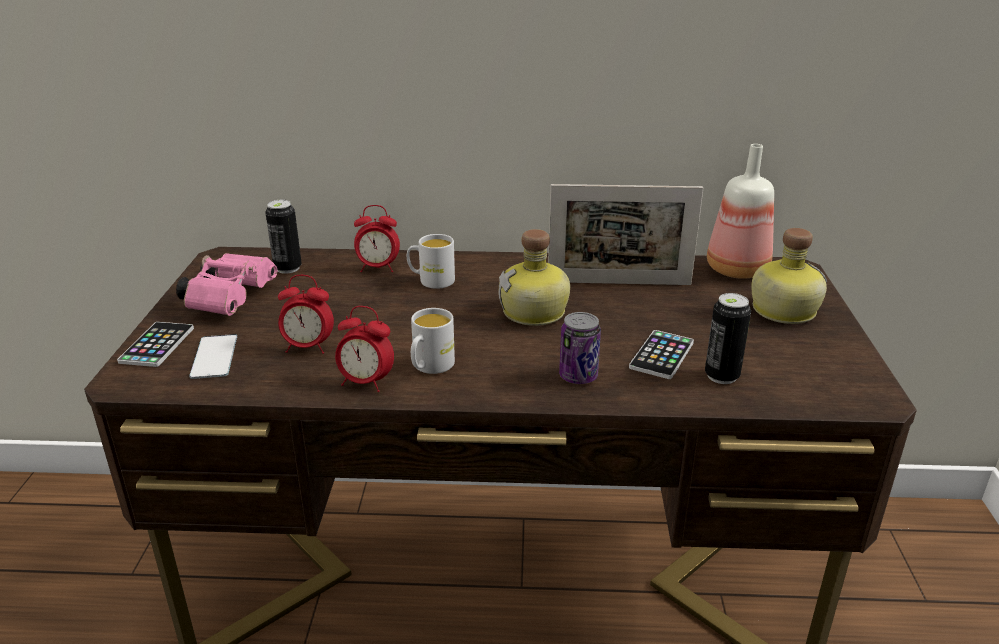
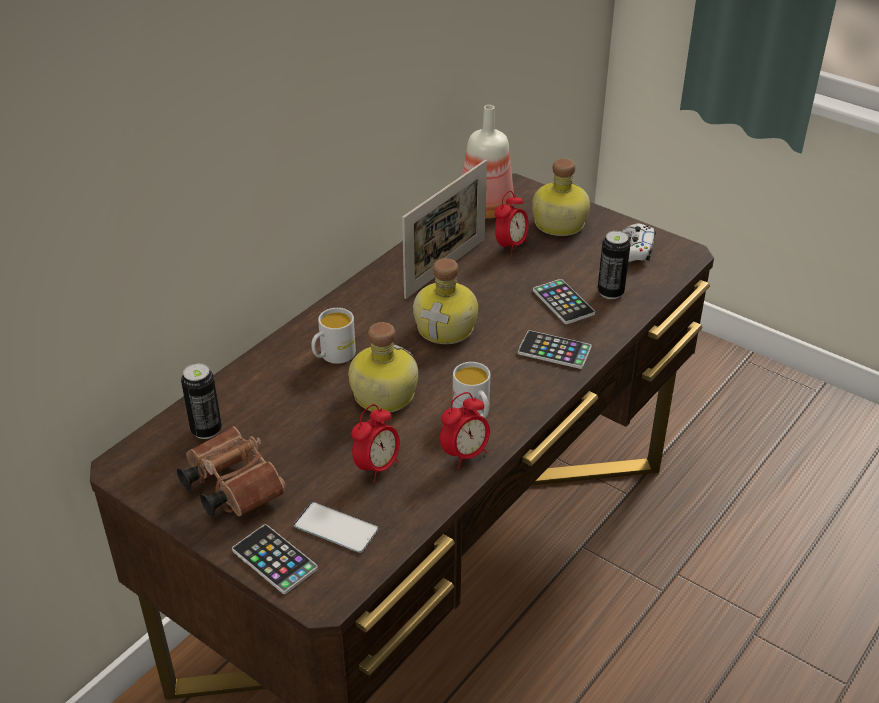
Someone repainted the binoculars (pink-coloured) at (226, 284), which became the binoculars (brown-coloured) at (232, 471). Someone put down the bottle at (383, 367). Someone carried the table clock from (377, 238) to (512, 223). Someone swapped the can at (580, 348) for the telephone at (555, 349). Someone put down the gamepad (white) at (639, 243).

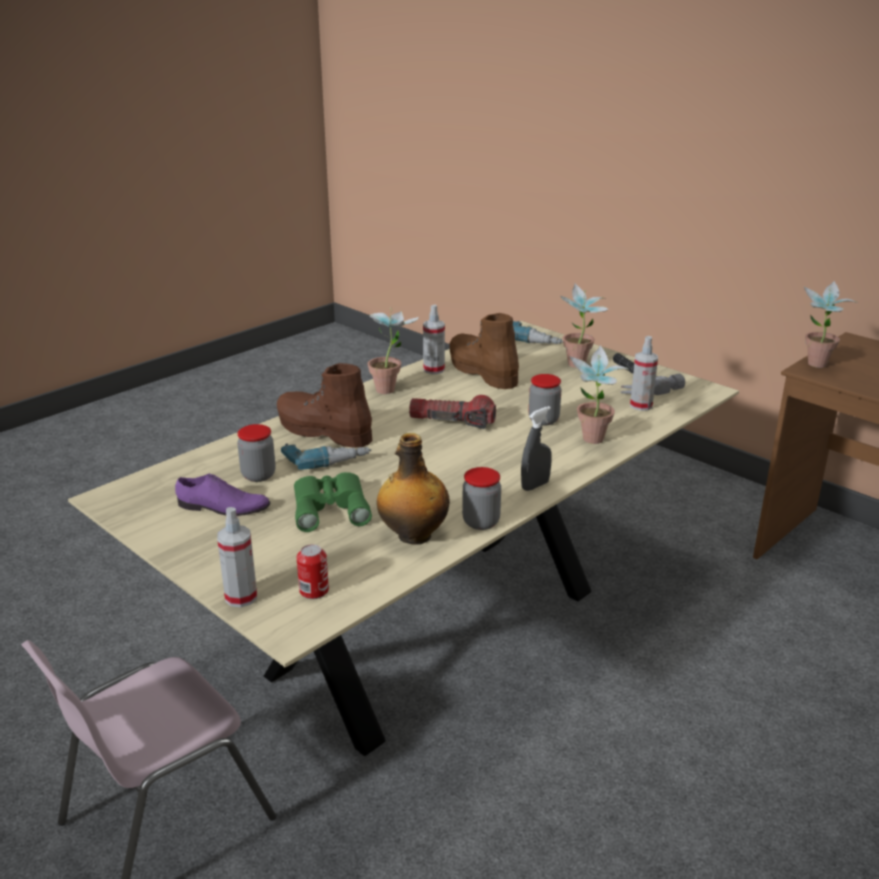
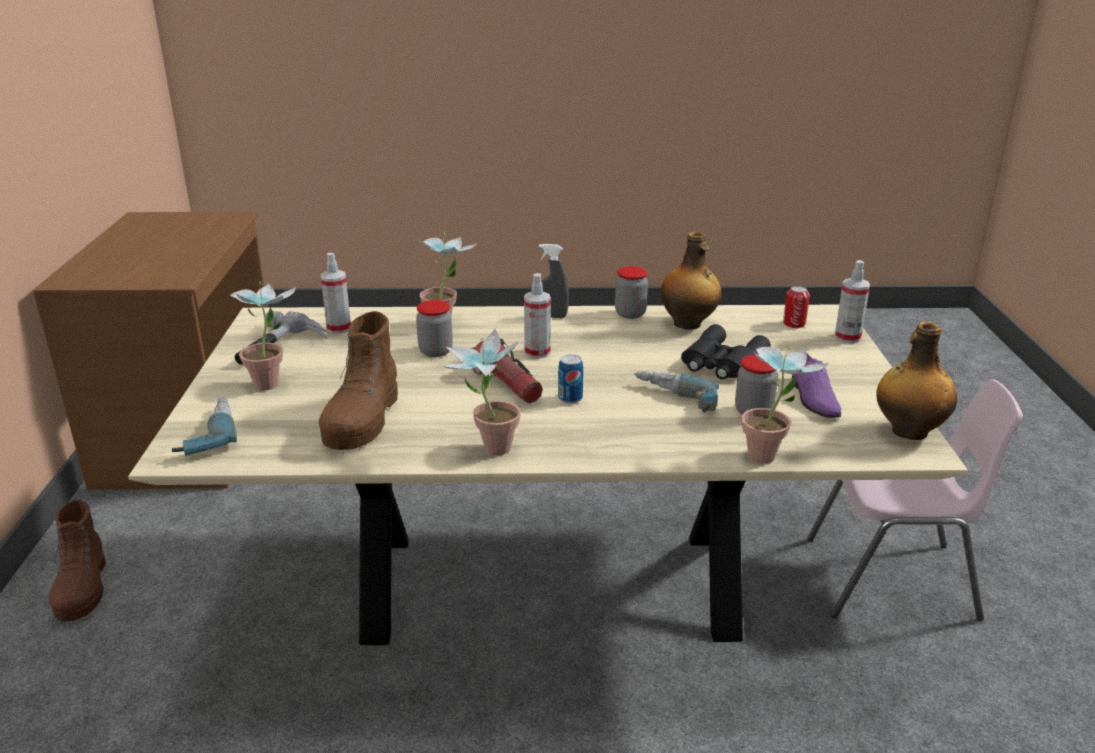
Someone carried the high-top boot (brown-coloured) from (324, 405) to (77, 560). Someone carried the hand sprayer from (434, 339) to (537, 316). Someone put down the can at (570, 379). Someone repainted the binoculars (green) at (333, 502), which became the binoculars (black-coloured) at (726, 352). Someone carried the houseplant from (830, 324) to (785, 404). Someone rotated the shoe (purple-coloured) at (223, 494) by 150 degrees counterclockwise. Someone put down the bottle at (916, 381).

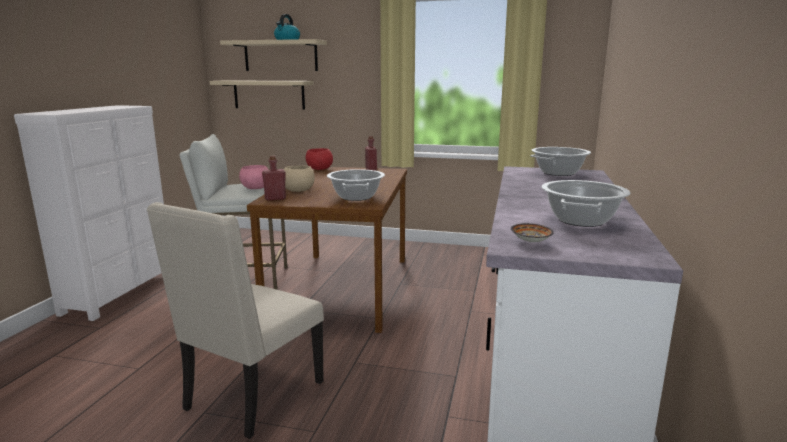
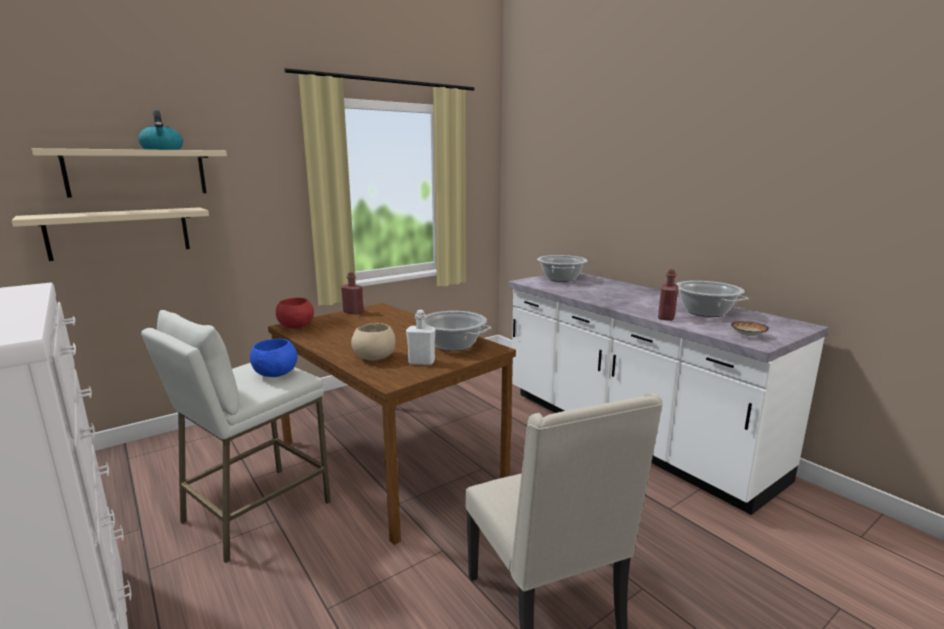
Someone repainted the serving bowl (pink-coloured) at (253, 177), which became the serving bowl (blue) at (273, 358). Someone put down the bottle (white) at (421, 337). Someone carried the bottle (red) from (274, 178) to (668, 295).

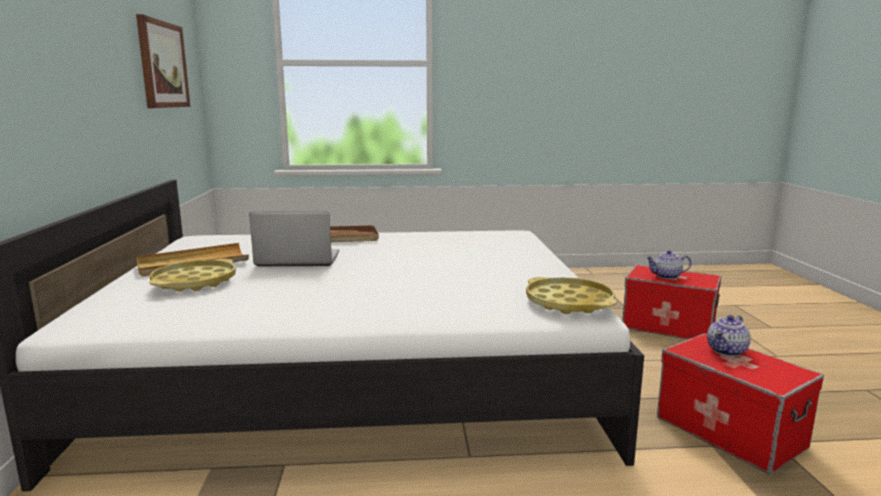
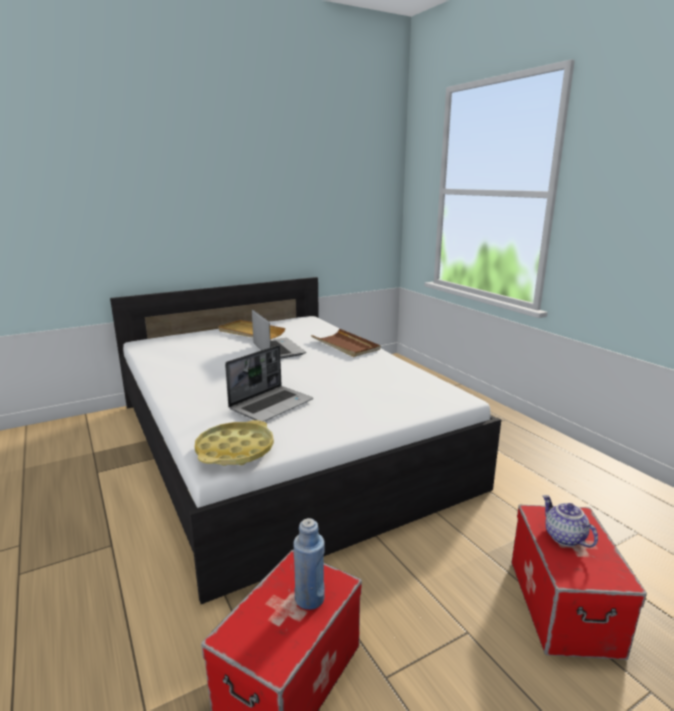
Someone put down the laptop at (269, 383). Someone swapped the tea pot at (729, 336) for the bottle (blue) at (309, 564). Someone took away the wall art at (163, 61). Someone took away the serving tray (yellow) at (192, 275).

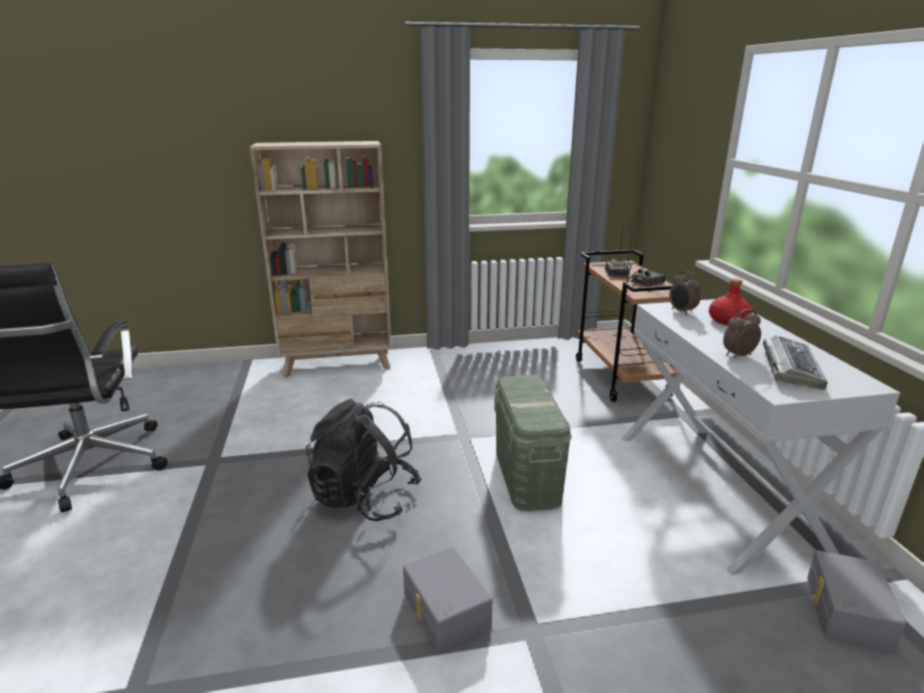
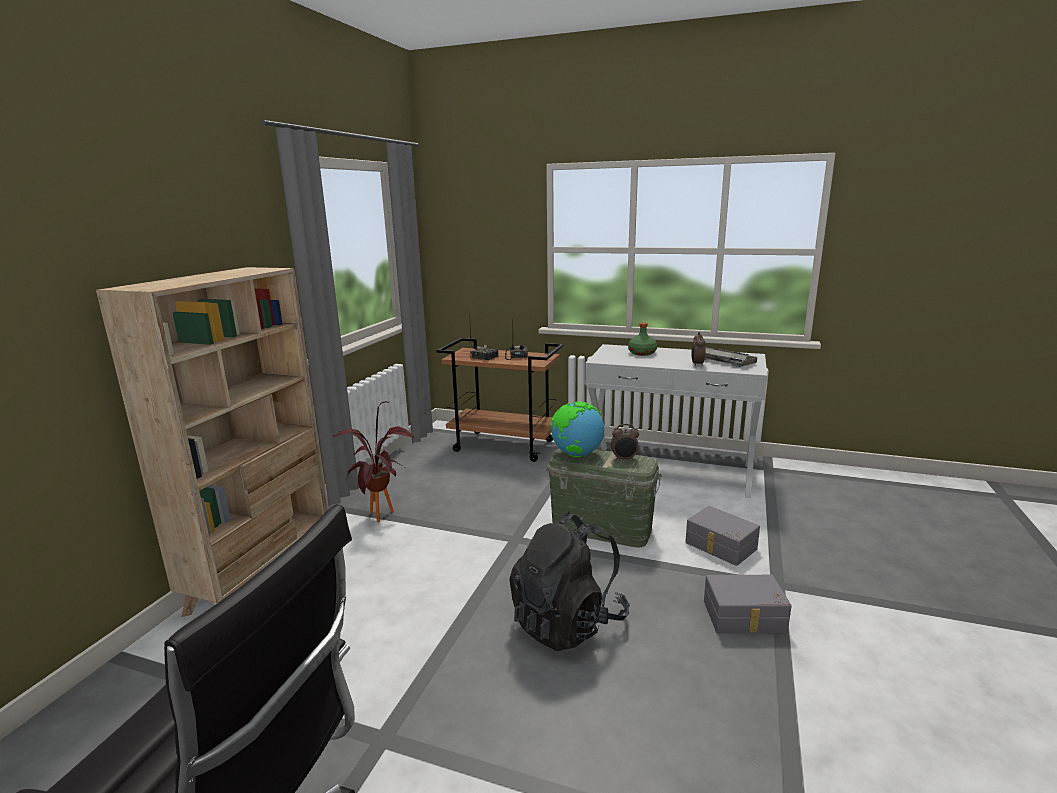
Someone put down the houseplant at (374, 461). Someone put down the desk globe at (577, 429). Someone carried the table clock from (685, 293) to (625, 442). Someone repainted the bottle (red) at (731, 301), which became the bottle (green) at (642, 339). Someone carried the storage container (gray) from (856, 601) to (722, 536).

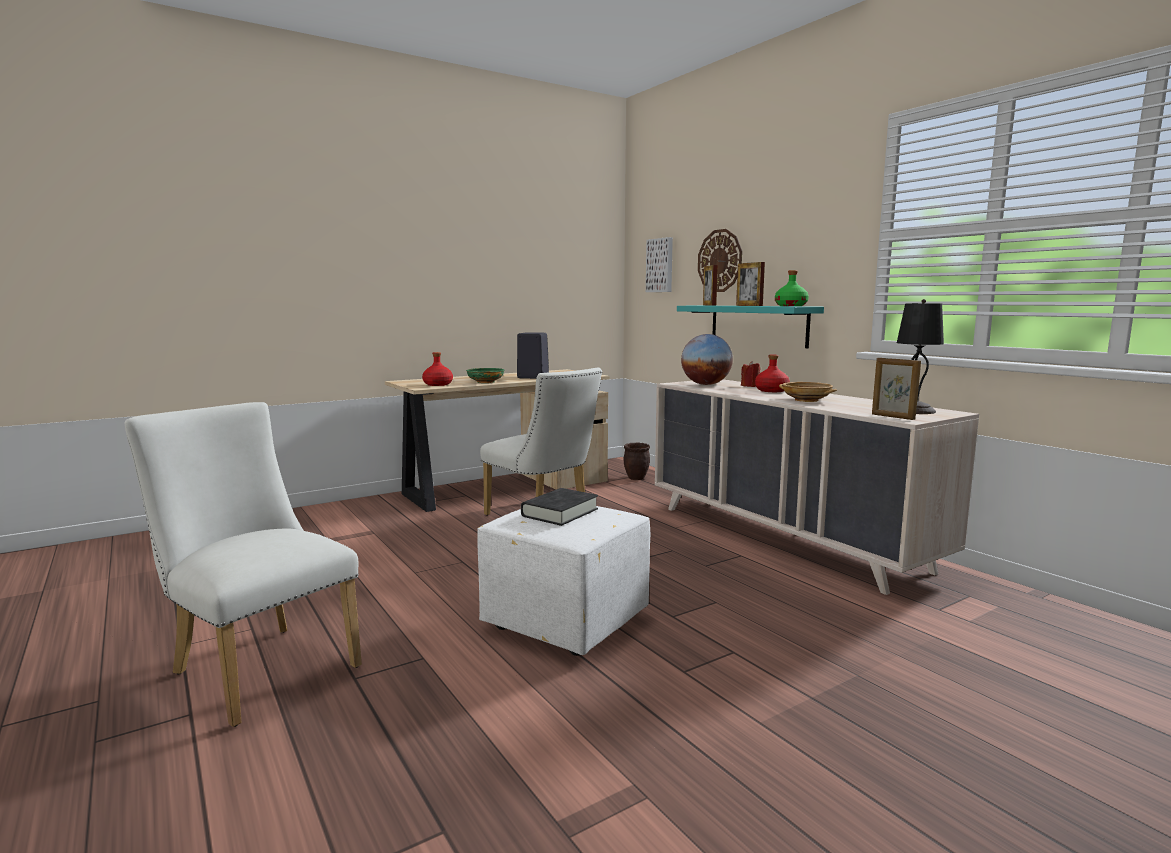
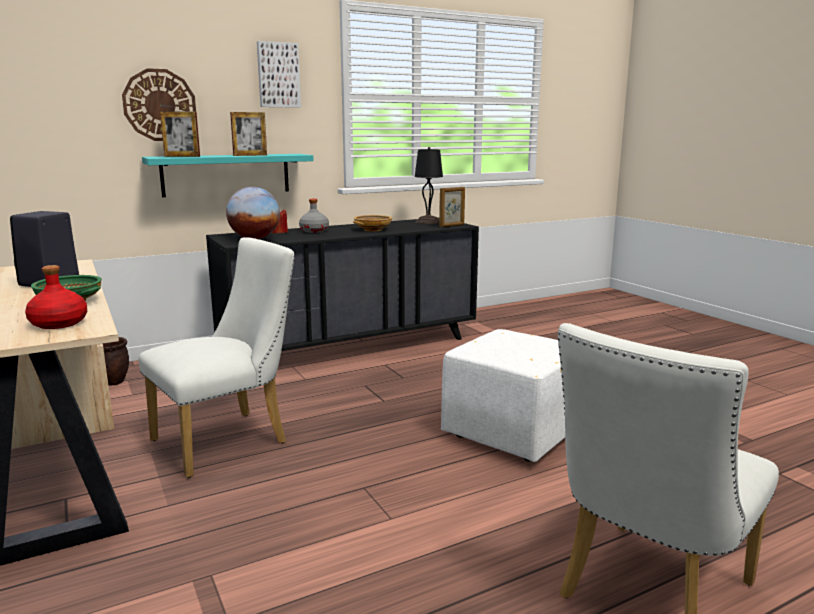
Someone repainted the dresser (beige) at (817, 487), which became the dresser (black-coloured) at (342, 284). Someone carried the wall art from (659, 264) to (279, 74). Someone repainted the bottle (red) at (772, 373), which became the bottle (gray) at (314, 216). Someone took away the volume (black-coloured) at (559, 507). Someone took away the bottle (green) at (792, 288).

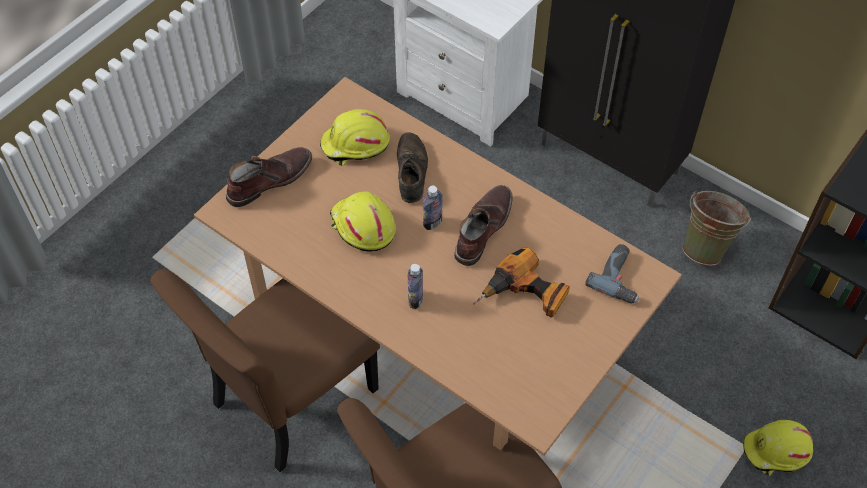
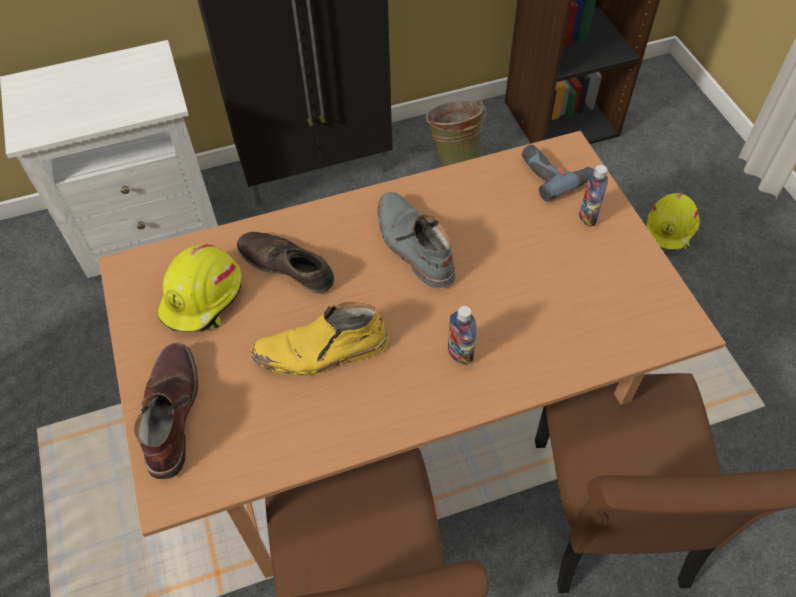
Someone swapped the work helmet (yellow) at (363, 221) for the high-top boot (yellow) at (319, 339). Someone repainted the high-top boot (brown-coloured) at (483, 225), which became the high-top boot (gray) at (416, 240). Someone carried the bottle from (433, 208) to (593, 196). Someone took away the electric drill at (521, 282).

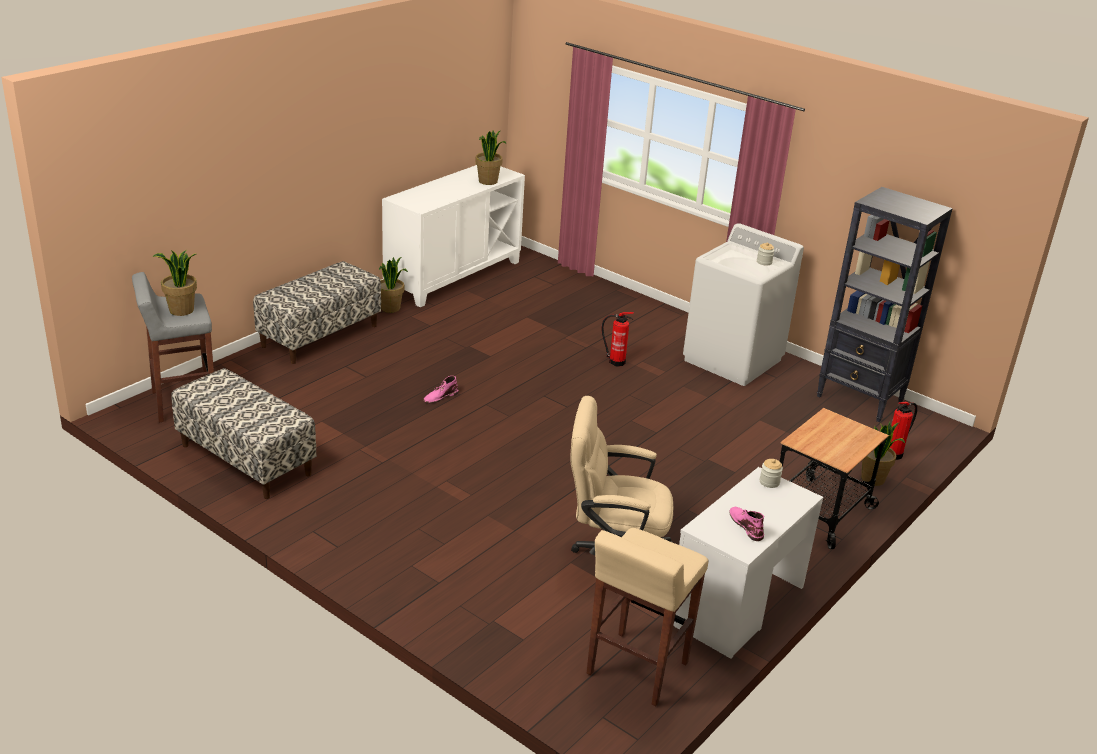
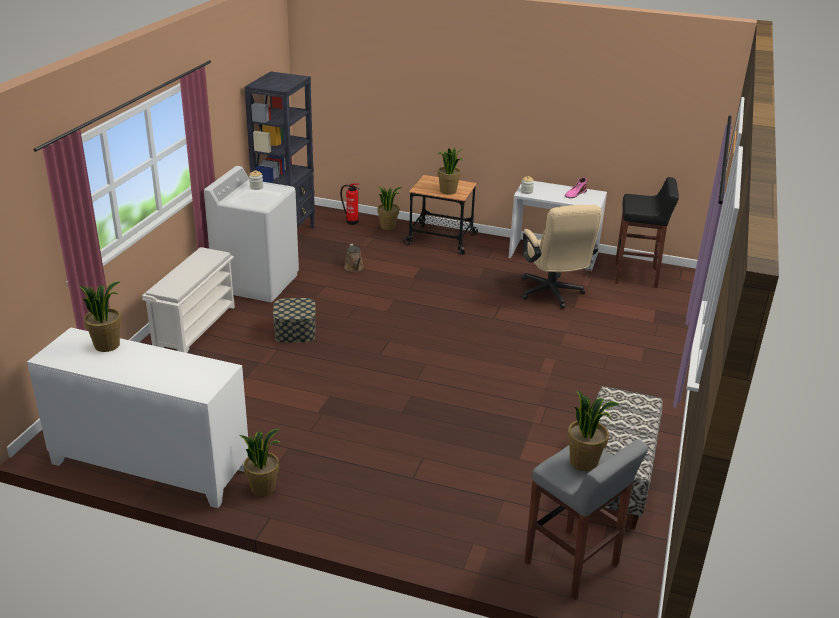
Someone put down the shoe stand (white) at (188, 300). Someone swapped the fire extinguisher at (617, 339) for the storage container at (294, 320). Someone put down the sprinkling can (brown-coloured) at (354, 258). Someone put down the houseplant at (449, 171). Someone repainted the stool seat (beige) at (648, 617), which became the stool seat (black-coloured) at (647, 232). Someone took away the long seat at (317, 312). Someone took away the high-top boot (pink-coloured) at (441, 389).

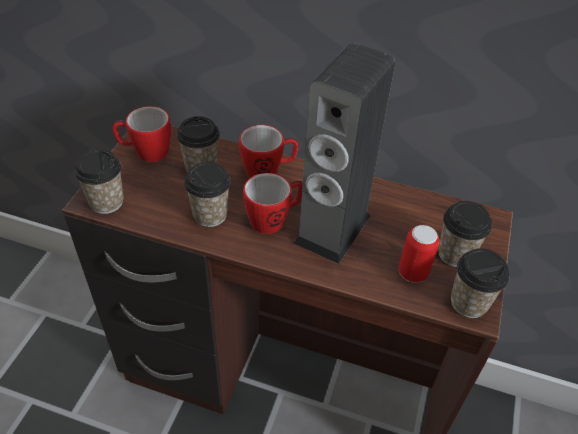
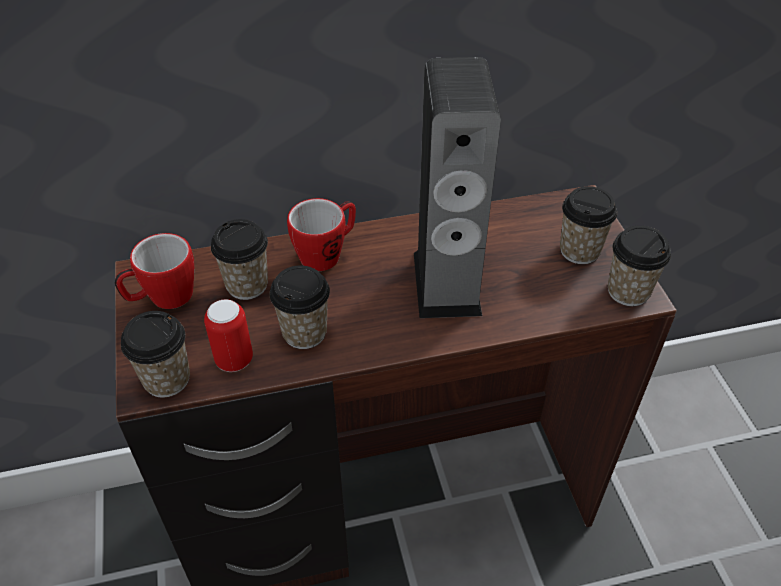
Someone carried the can from (419, 254) to (228, 335). Someone took away the mug at (273, 203).

